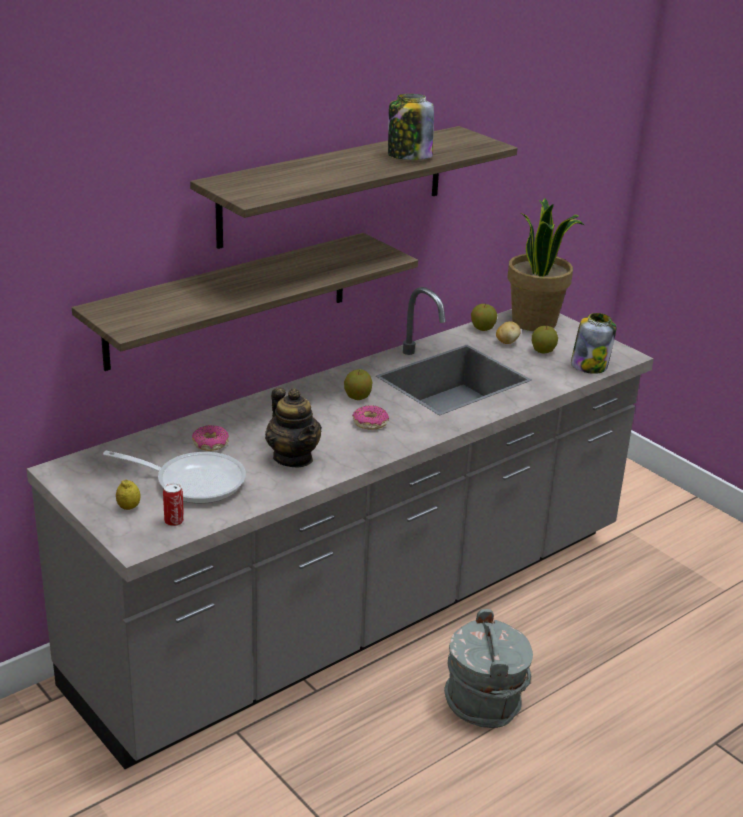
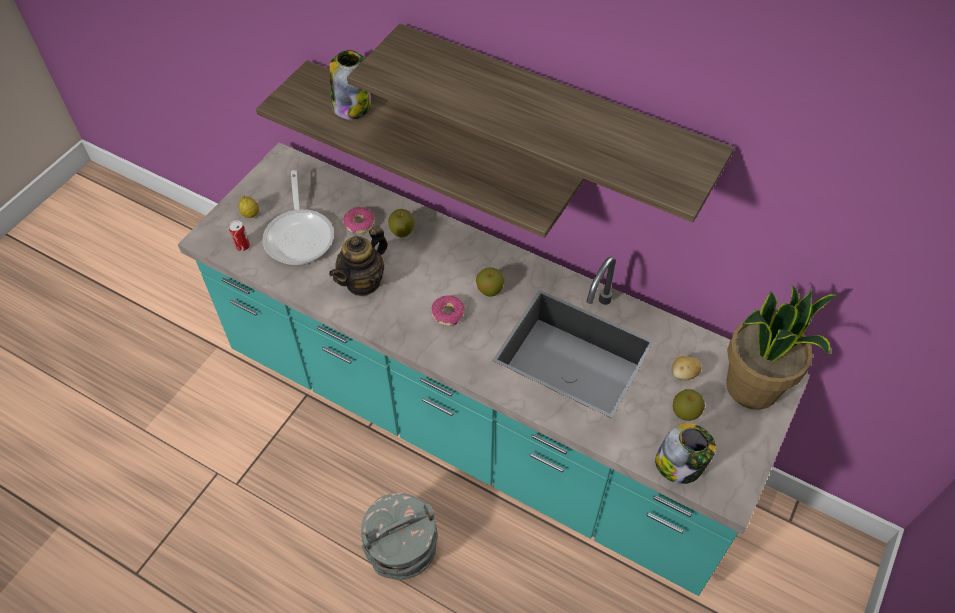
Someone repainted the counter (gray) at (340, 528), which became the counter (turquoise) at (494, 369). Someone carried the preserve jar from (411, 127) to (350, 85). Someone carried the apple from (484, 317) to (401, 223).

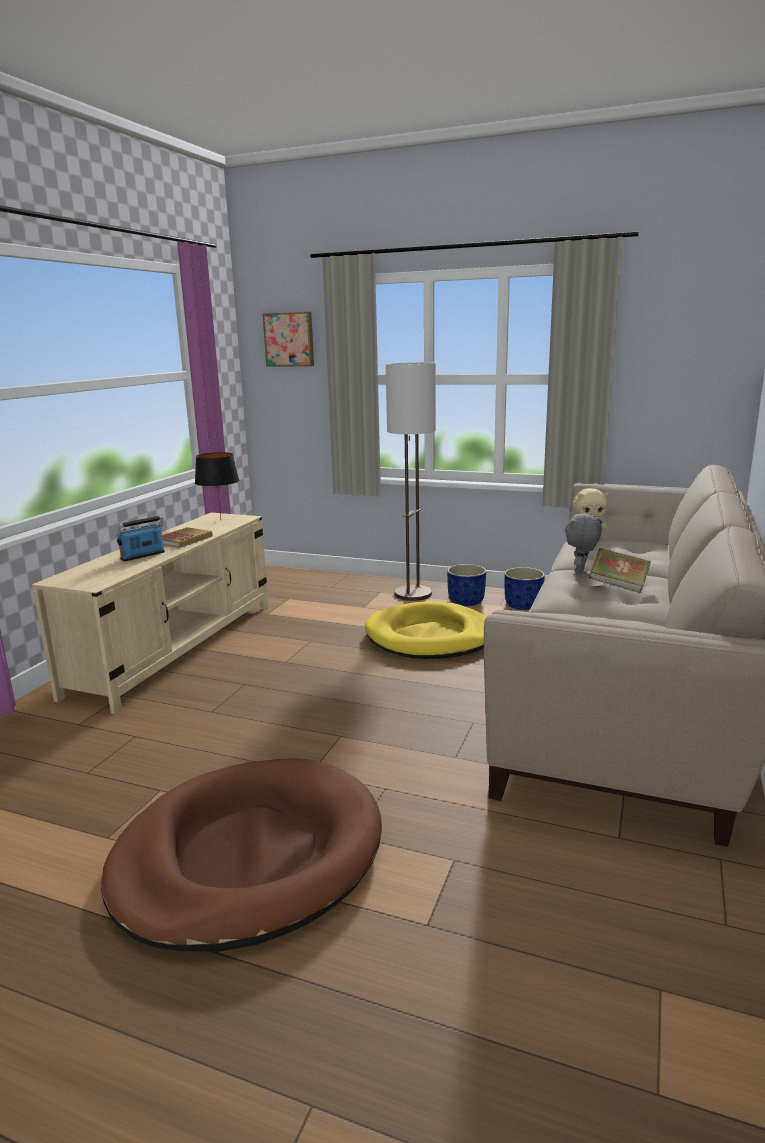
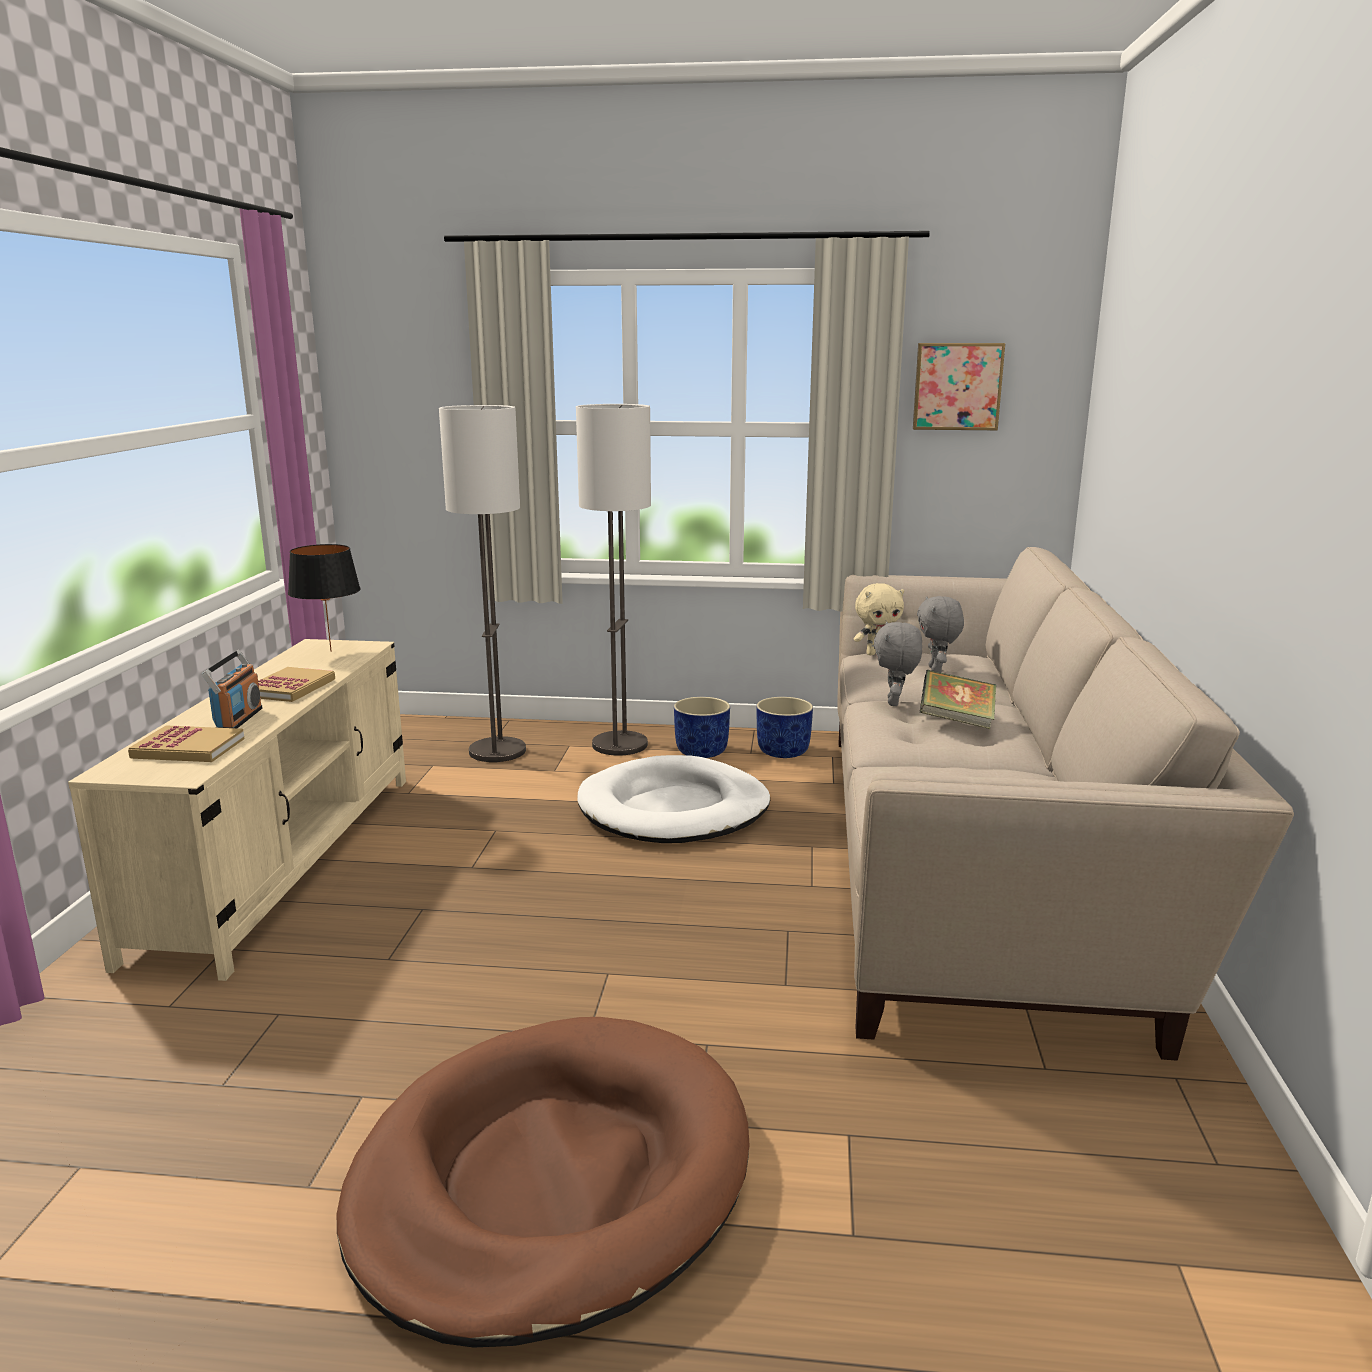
Someone put down the volume at (186, 743). Someone rotated the radio receiver at (141, 538) by 150 degrees clockwise. Someone put down the standard lamp at (482, 583). Someone repainted the pet bed (yellow) at (425, 630), which became the pet bed (white) at (674, 799). Someone carried the wall art from (288, 339) to (959, 386). Someone put down the soft toy (gray) at (940, 634).

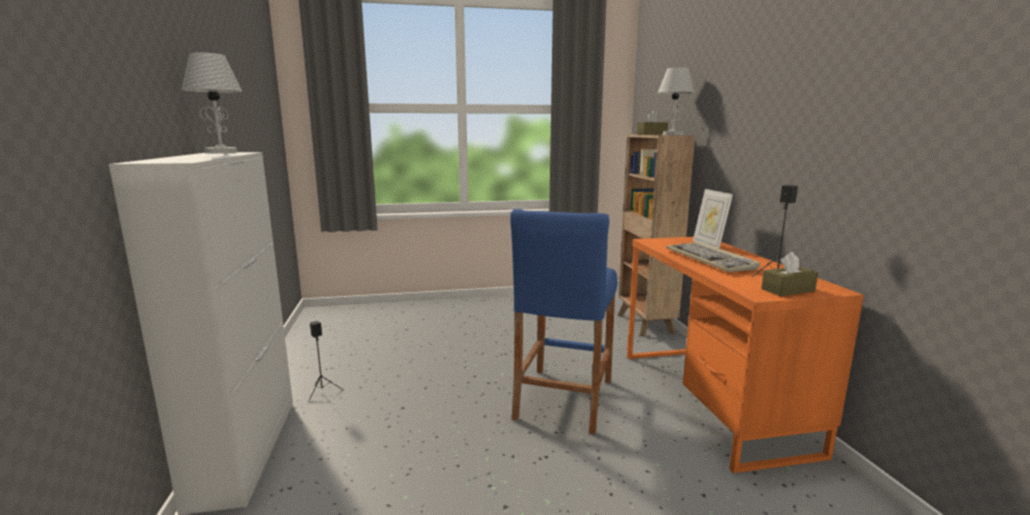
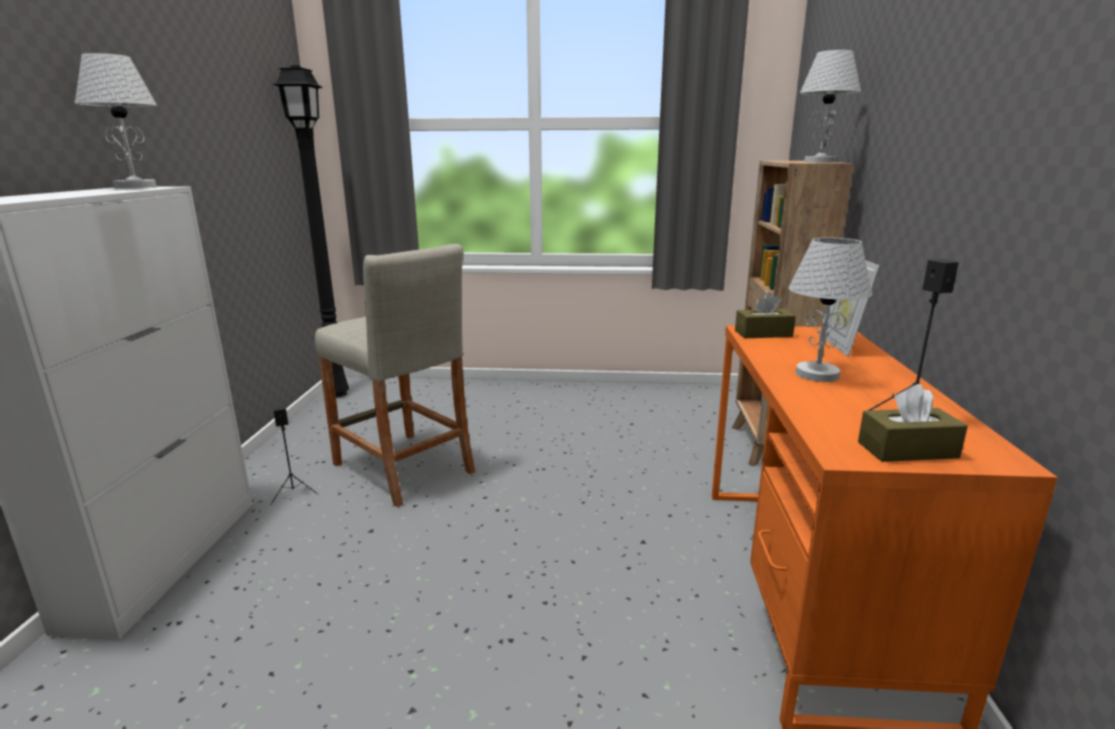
Someone put down the standard lamp (black-coloured) at (311, 231). Someone put down the stool seat (beige) at (395, 375). Someone carried the tissue holder (brown-coloured) from (652, 122) to (765, 315). Someone swapped the computer keyboard at (713, 257) for the tabletop lamp (white) at (830, 310). Someone took away the stool seat (blue) at (564, 321).

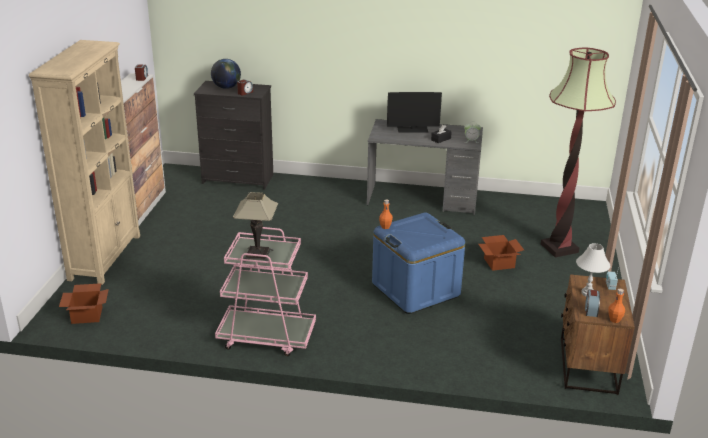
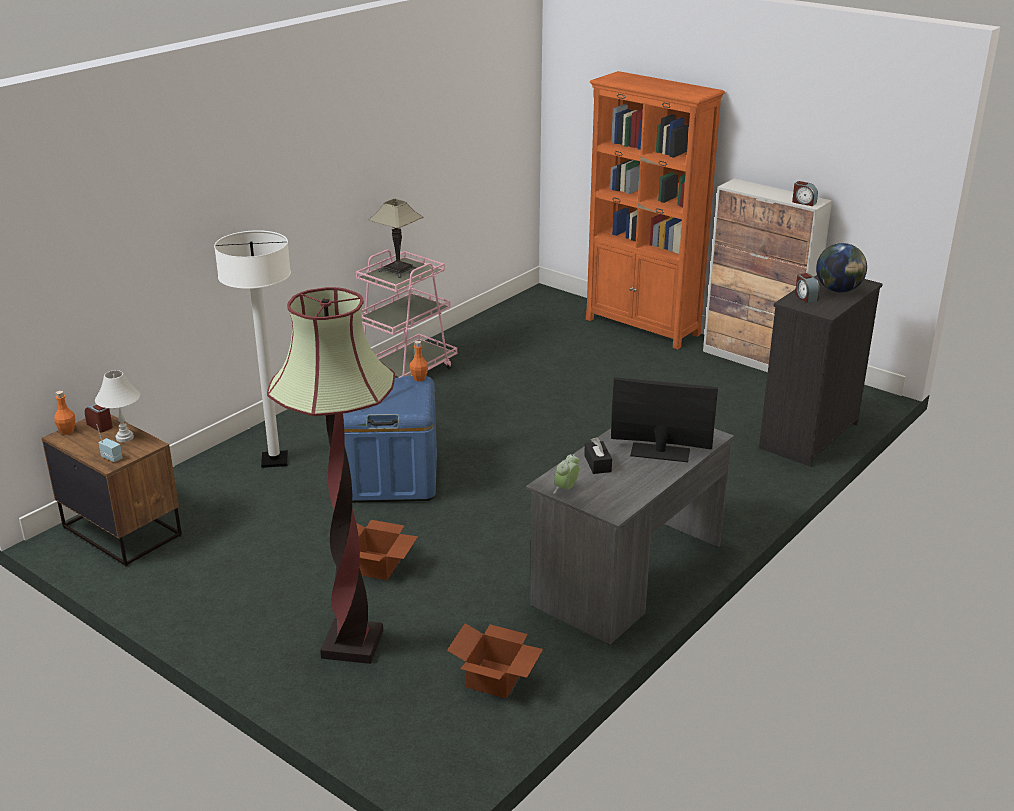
Someone put down the standard lamp (white) at (252, 349). Someone carried the packing box from (84, 303) to (495, 661). Someone repainted the bookshelf (beige) at (84, 162), which became the bookshelf (orangey) at (655, 210). Someone rotated the computer display at (414, 112) by 75 degrees clockwise.

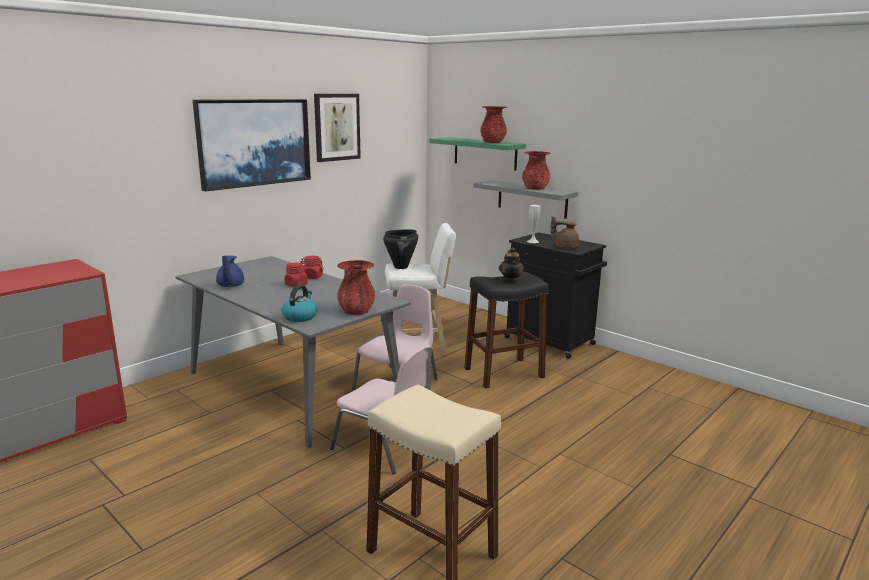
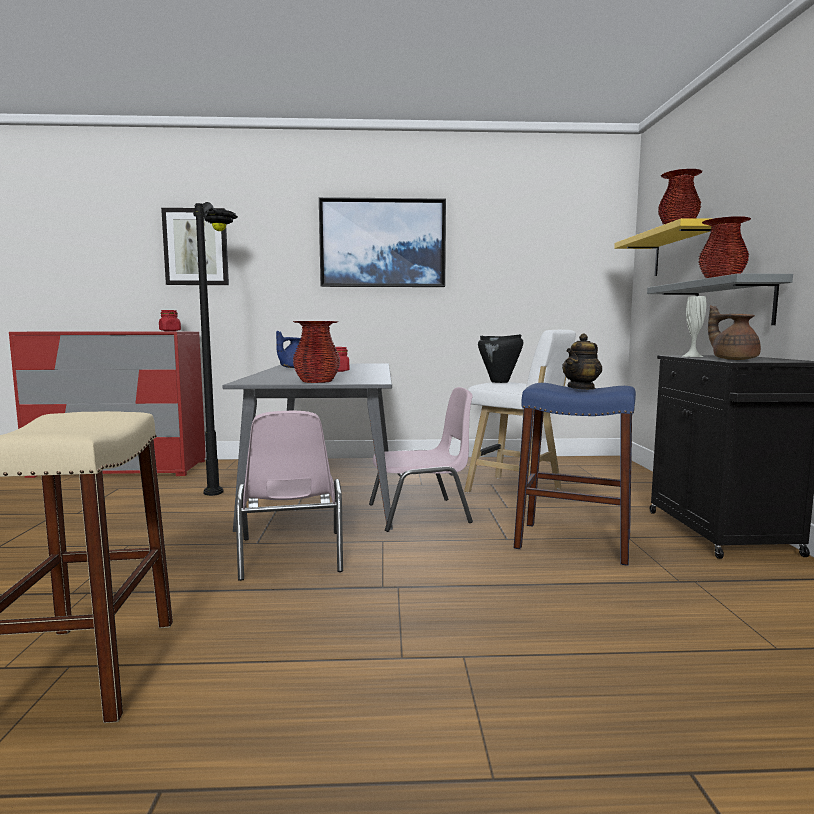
Someone carried the preserve jar (red) from (312, 267) to (170, 320). Someone carried the wall art from (337, 128) to (195, 246). Someone put down the standard lamp (black-coloured) at (215, 349). Someone repainted the stool seat (black-coloured) at (507, 330), which became the stool seat (blue) at (575, 474). Someone repainted the wall shelf (green) at (477, 154), which became the wall shelf (yellow) at (668, 247). Someone took away the kettle at (299, 303).

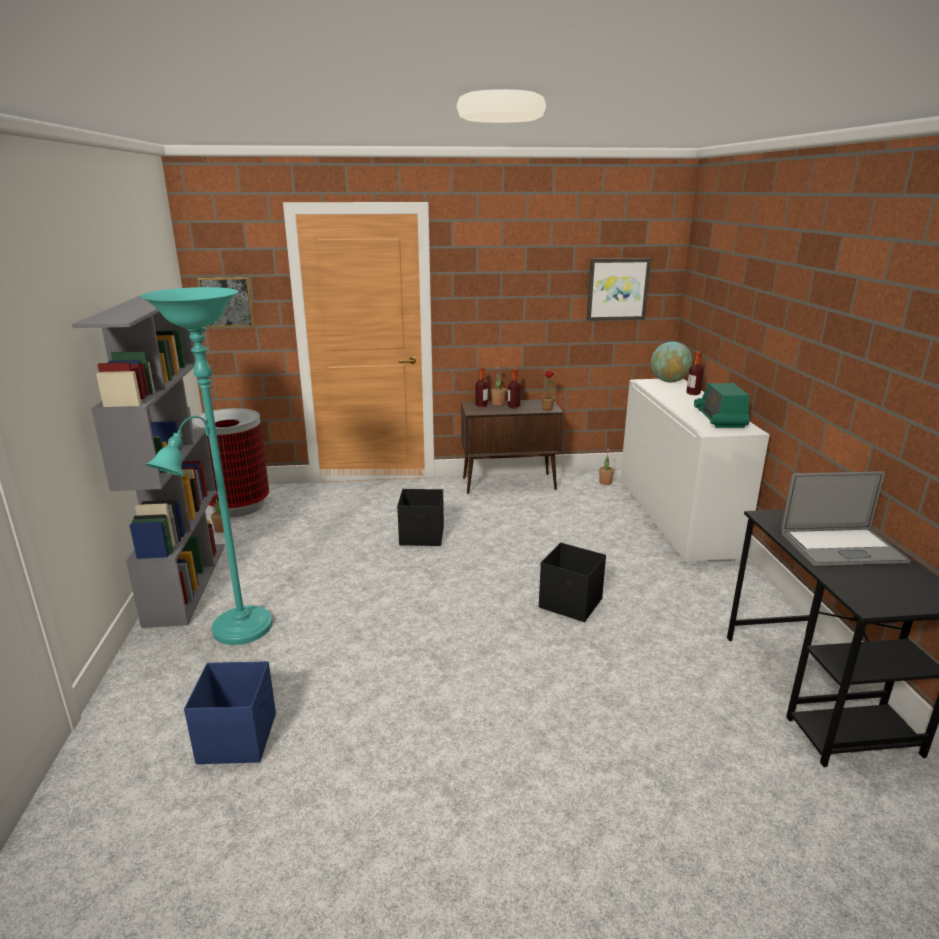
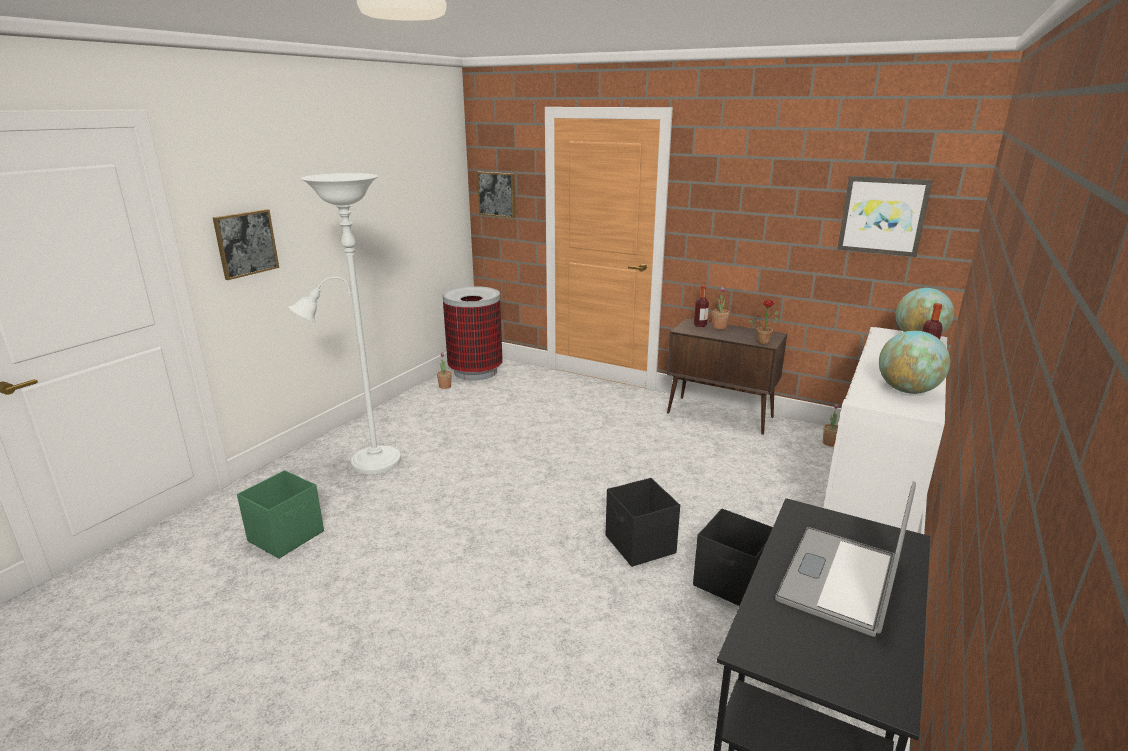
Someone put up the wall art at (246, 244). Someone repainted the storage container (blue) at (230, 712), which became the storage container (green) at (280, 514). Someone repainted the standard lamp (turquoise) at (207, 466), which became the standard lamp (white) at (344, 324). Someone carried the storage container (black-coloured) from (420, 517) to (733, 557). Someone rotated the laptop at (846, 518) by 90 degrees clockwise. Someone swapped the radio receiver at (722, 405) for the desk globe at (914, 362). Someone took away the bookshelf (gray) at (148, 462). Someone took away the bottle at (514, 389).

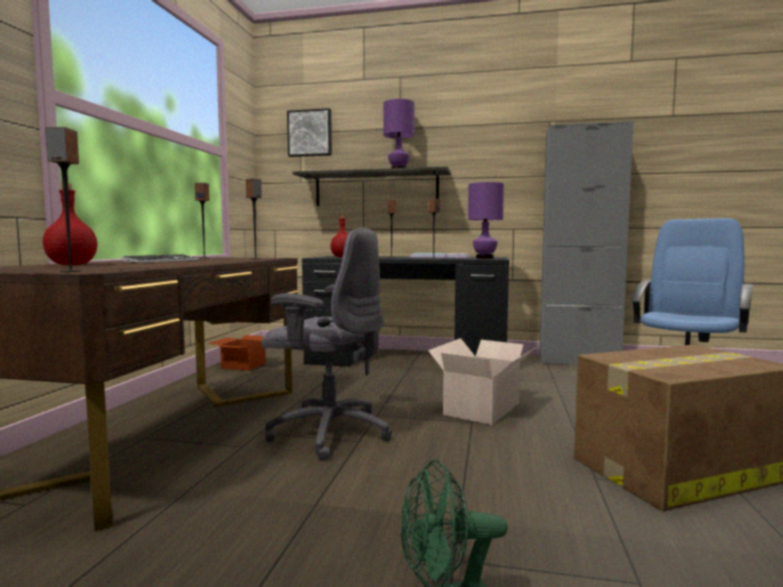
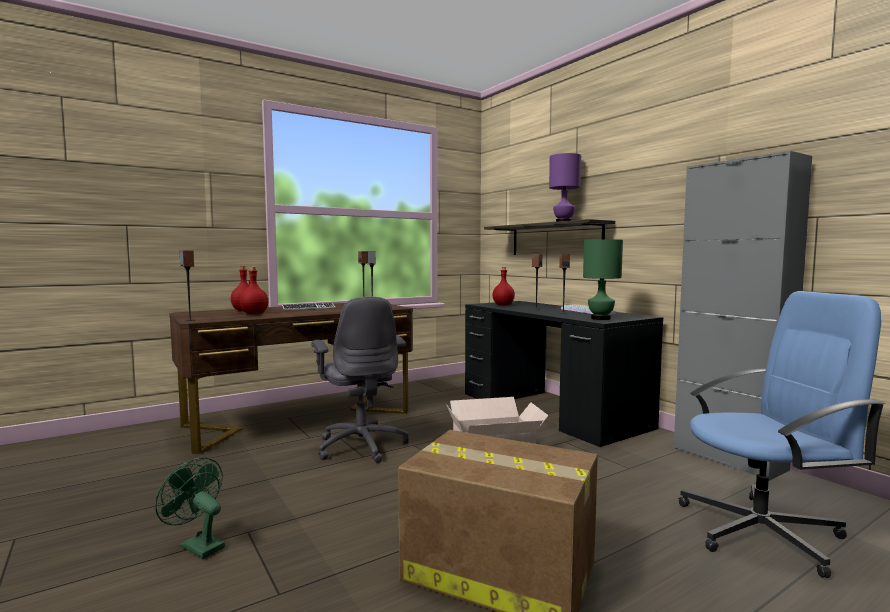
Someone put down the bottle (red) at (254, 290). Someone repainted the tabletop lamp (purple-coloured) at (486, 220), which became the tabletop lamp (green) at (603, 279). Someone took away the packing box at (236, 353). Someone took away the wall art at (309, 132).

